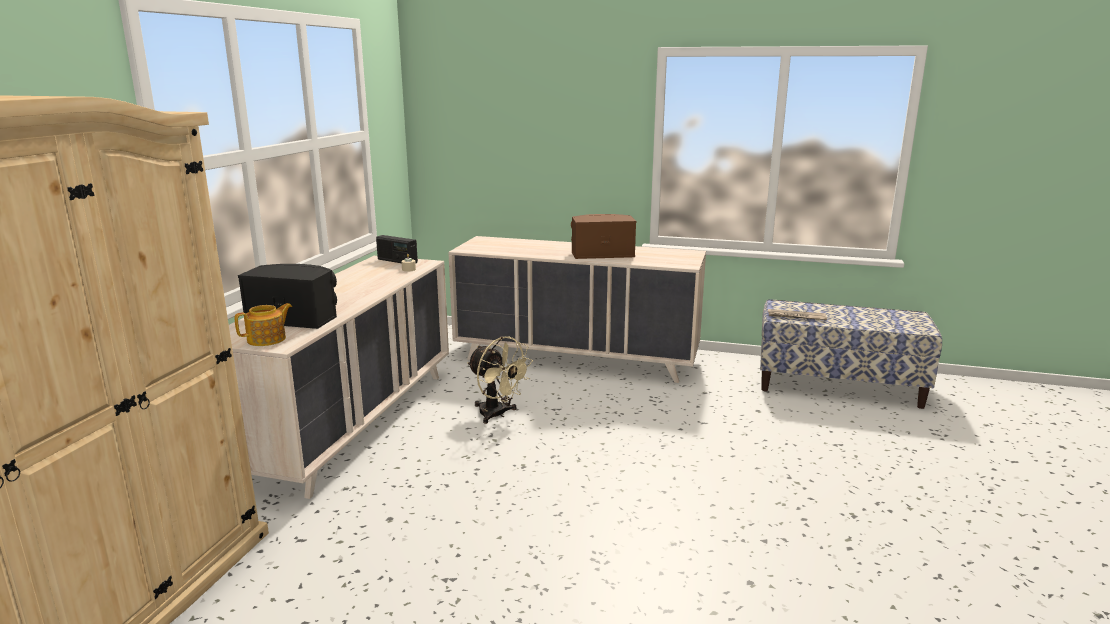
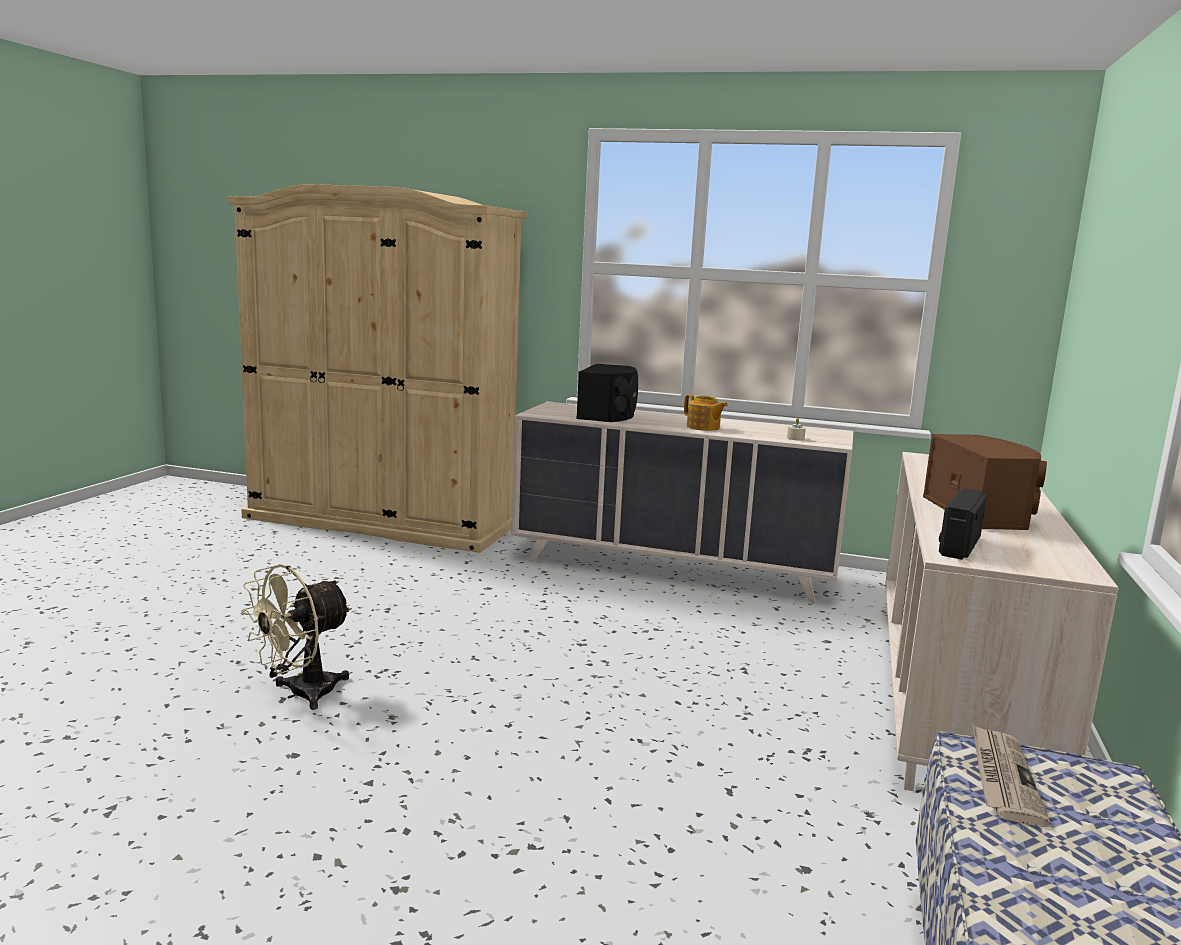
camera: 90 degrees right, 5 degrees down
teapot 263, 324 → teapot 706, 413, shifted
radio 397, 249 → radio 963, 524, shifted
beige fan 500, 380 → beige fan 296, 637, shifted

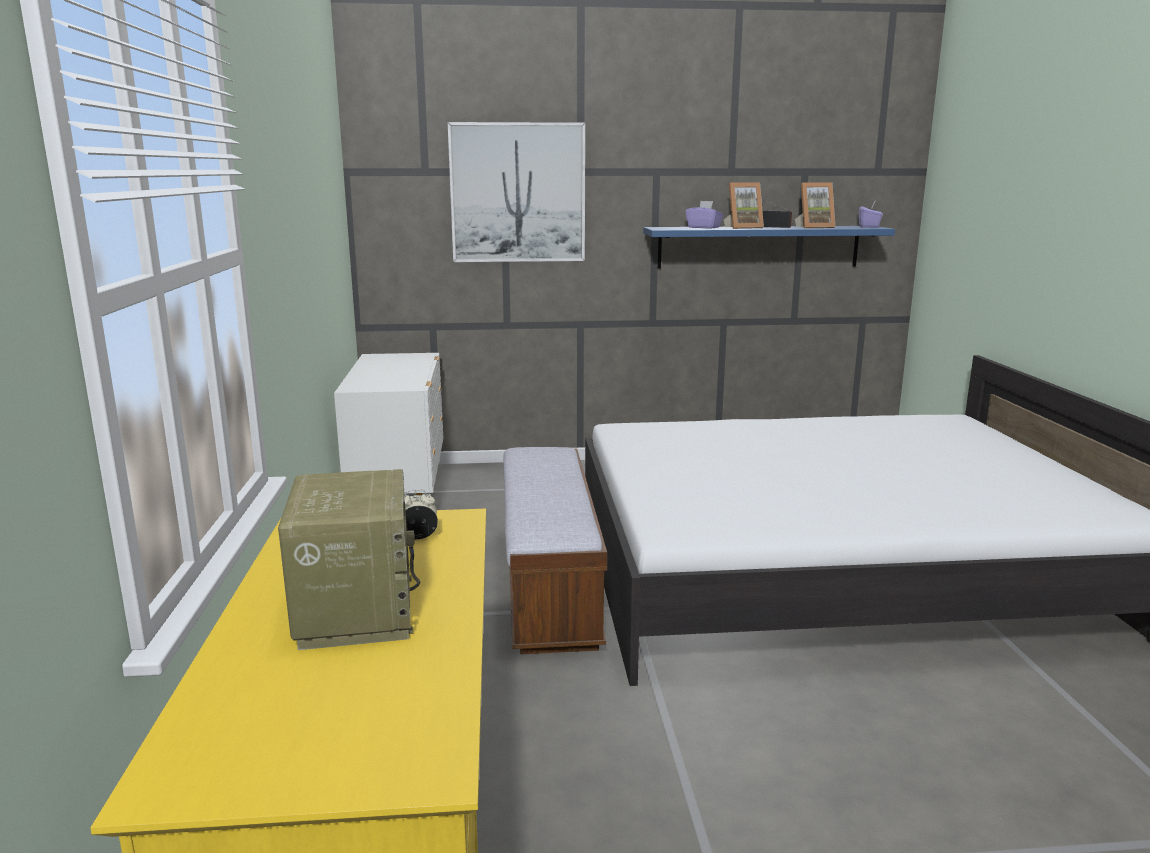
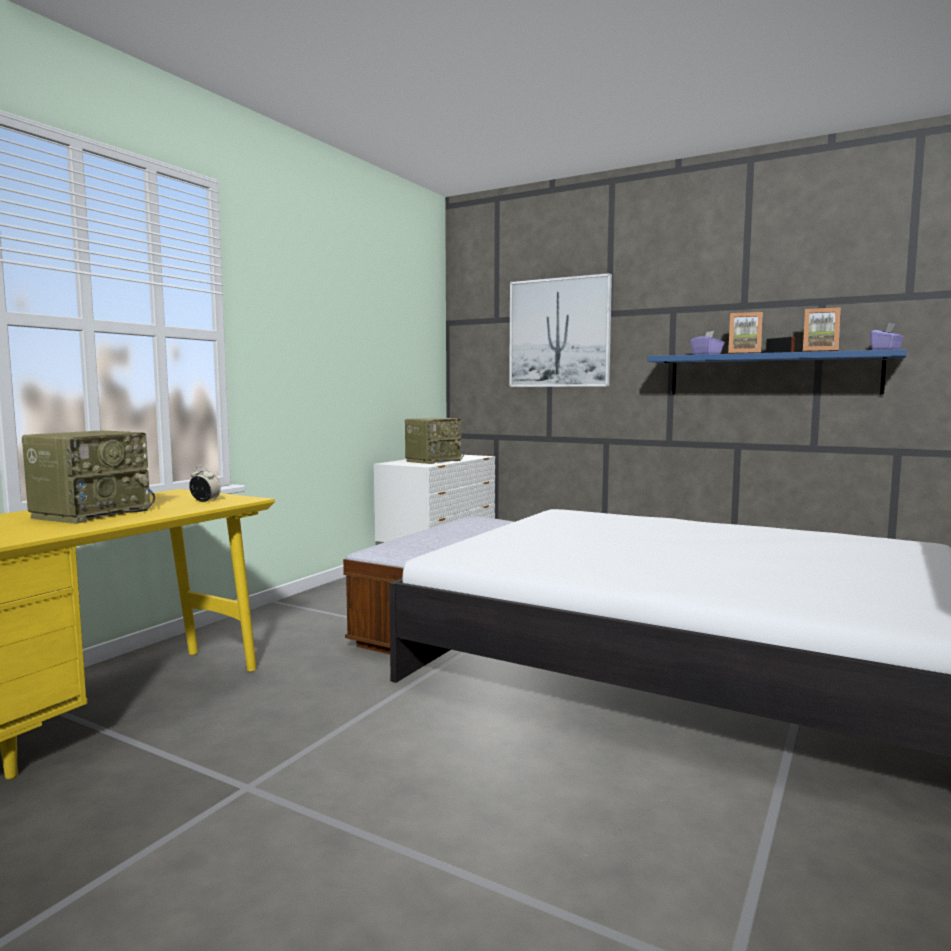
camera: 35 degrees right, 10 degrees down
- → radio 434, 441

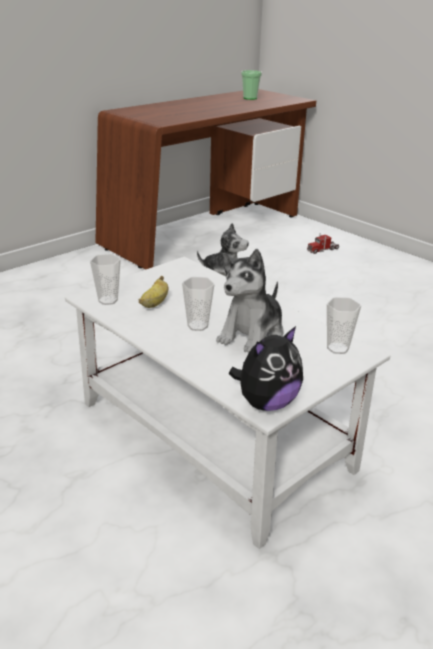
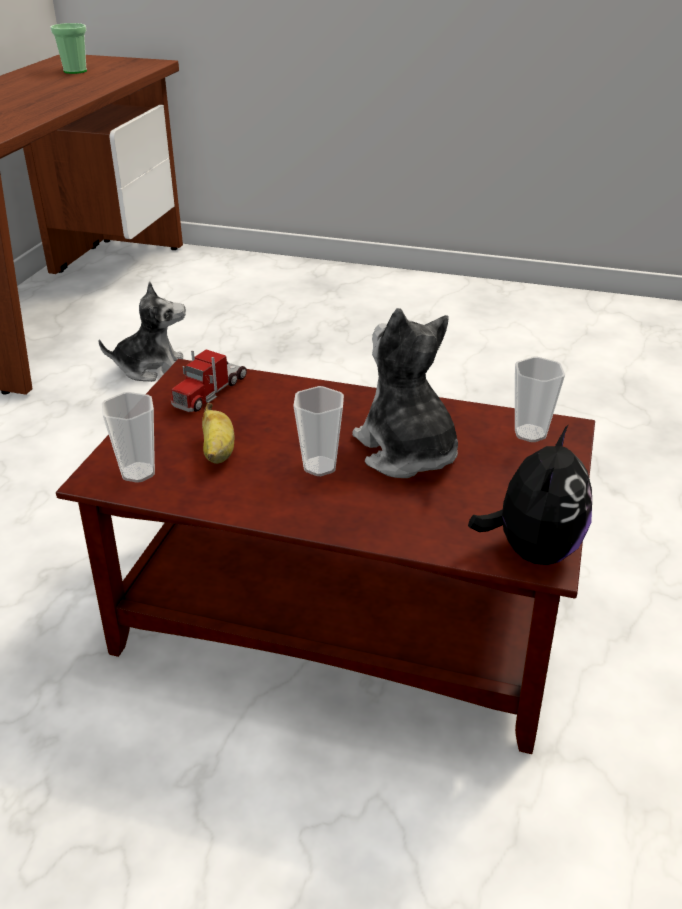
camera: 30 degrees left, 5 degrees up
toy truck 323, 243 → toy truck 209, 381, shifted
white coffee table 227, 403 → brown coffee table 325, 556
plush toy 250, 301 → plush toy 405, 393, 150 degrees clockwise

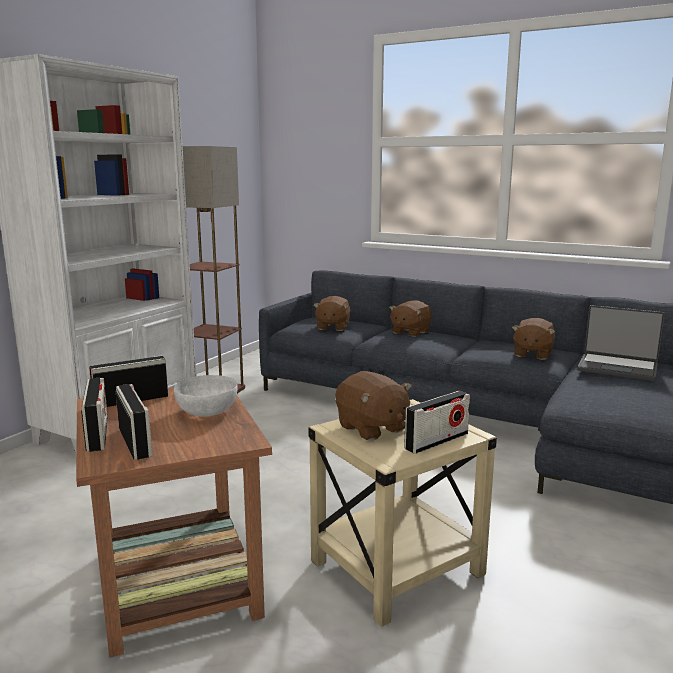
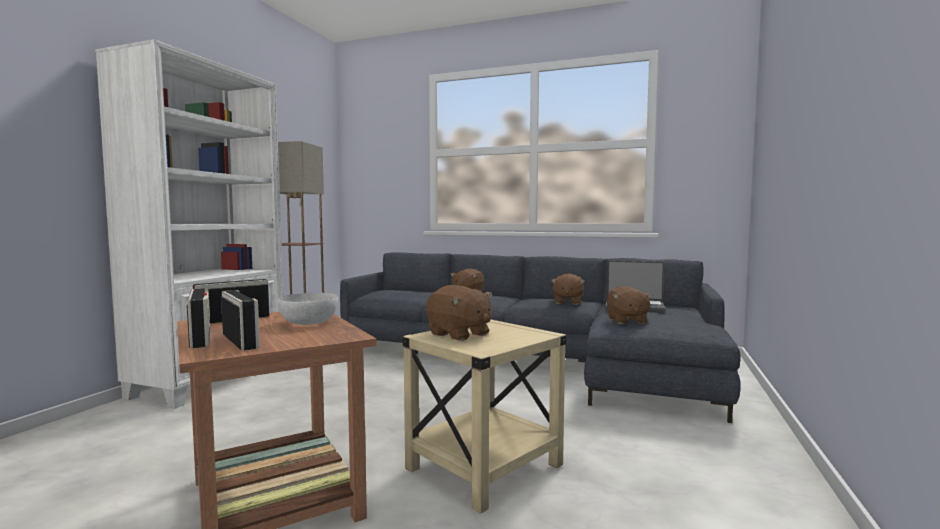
camera: 10 degrees left, 10 degrees down
radio 437, 422 → -
brown plush toy 331, 313 → brown plush toy 630, 305, shifted

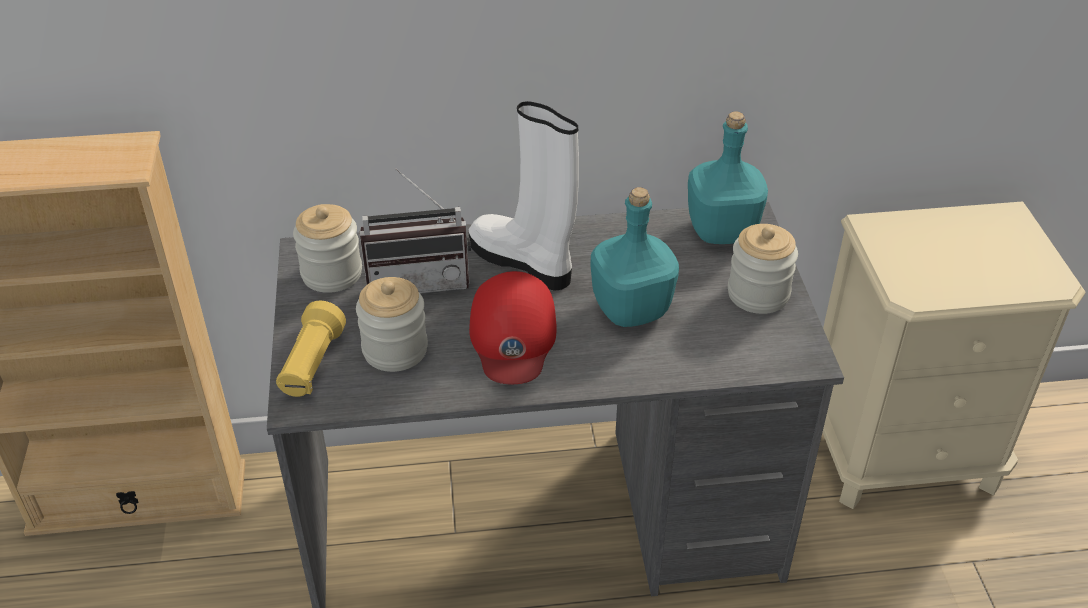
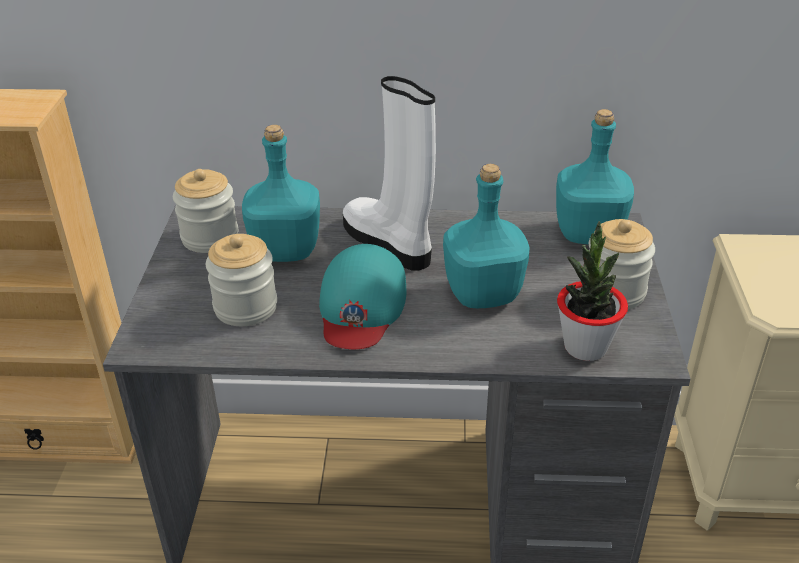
camera: 10 degrees right, 5 degrees down
yellow flashlight 311, 349 → -
- → potted plant 592, 291
radio 415, 231 → turquoise bottle 281, 193
red cap 513, 327 → turquoise cap 362, 296

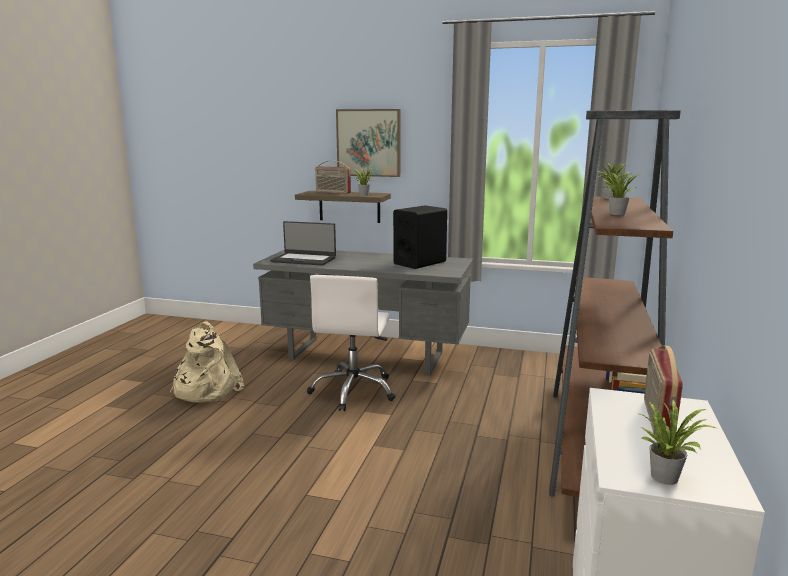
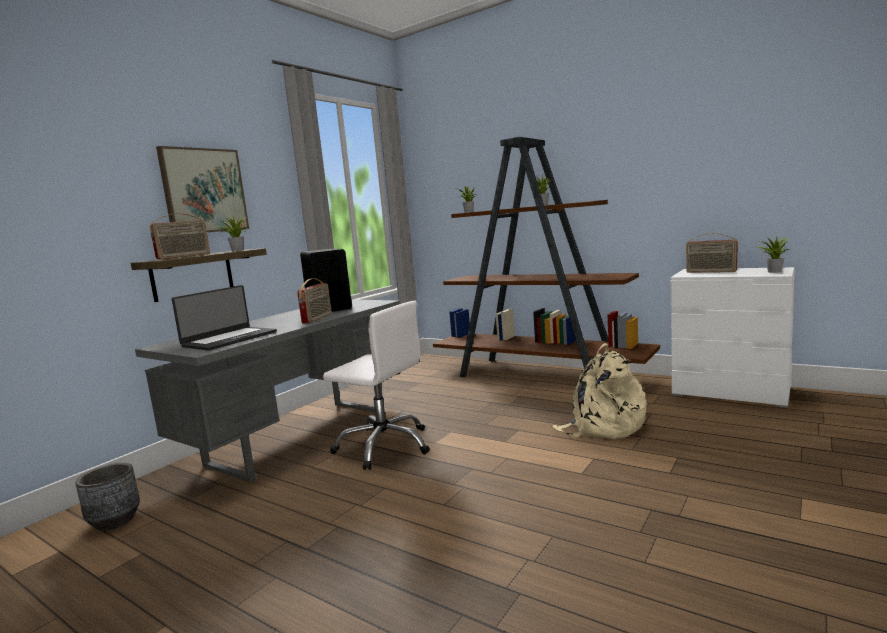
camera: 70 degrees left, 5 degrees down
- → grey planter 107, 497
- → radio 314, 300
beige backpack 207, 362 → beige backpack 599, 391, shifted

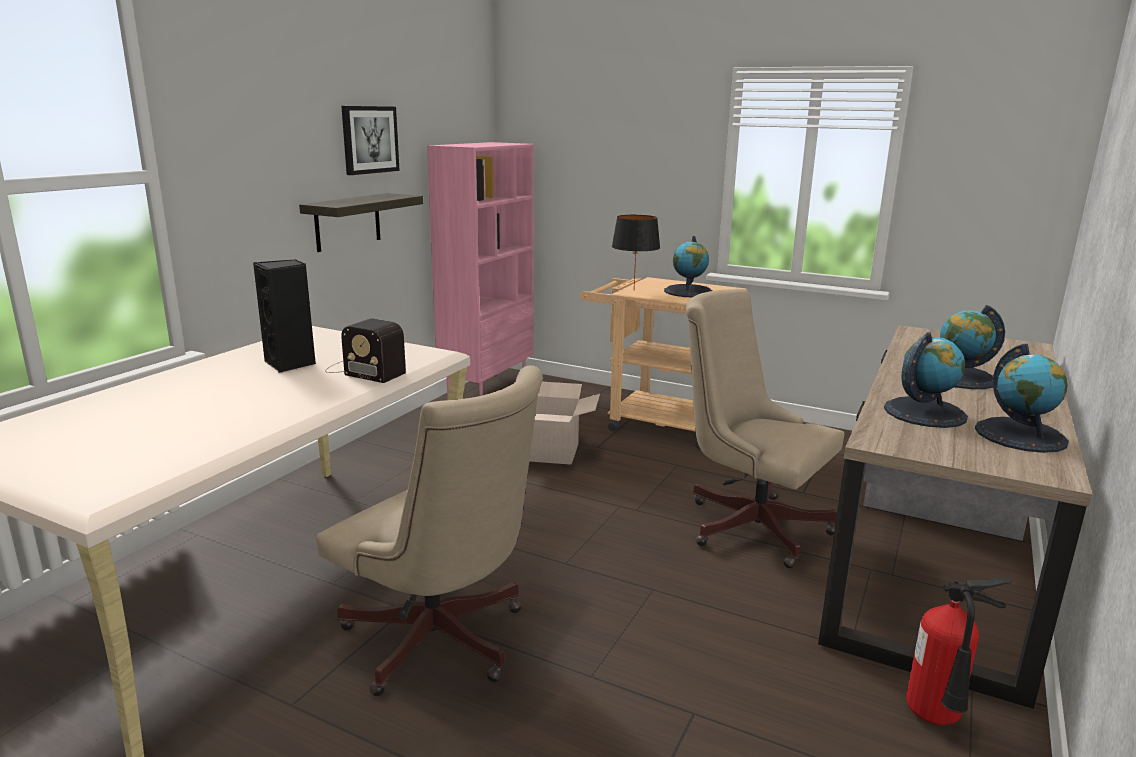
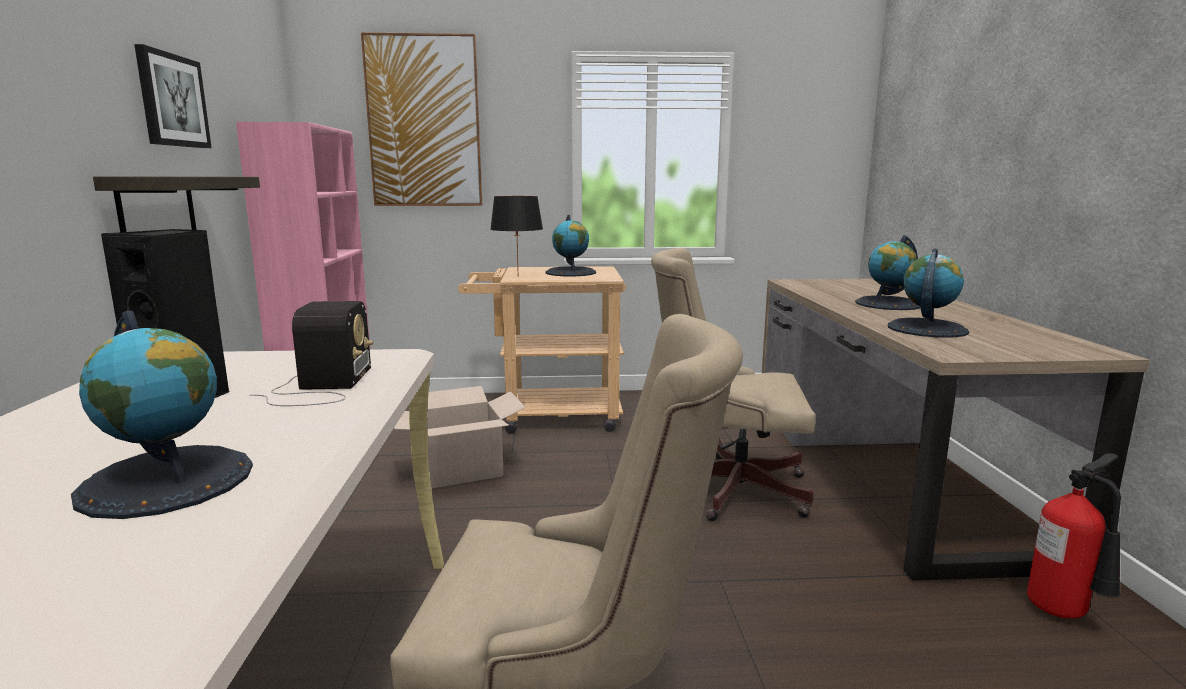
camera: 30 degrees left, 5 degrees down
- → picture 421, 119
globe 1022, 398 → globe 162, 415, shifted
radio 365, 351 → radio 312, 353, 90 degrees counterclockwise

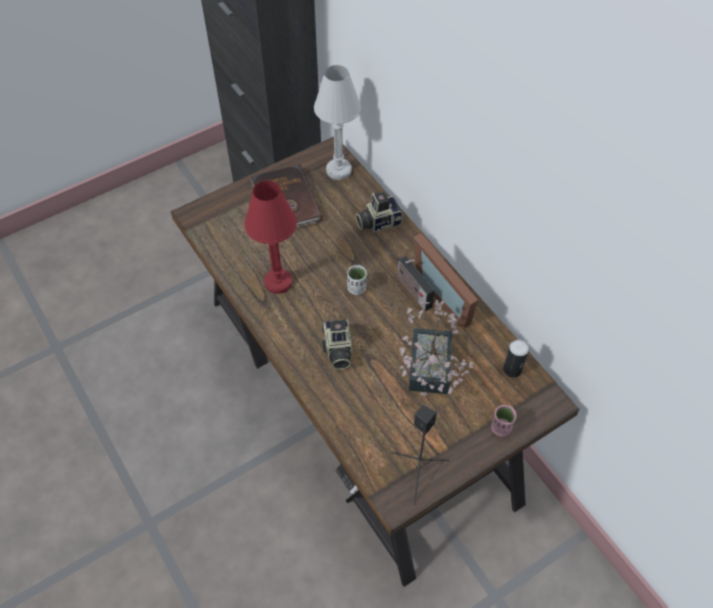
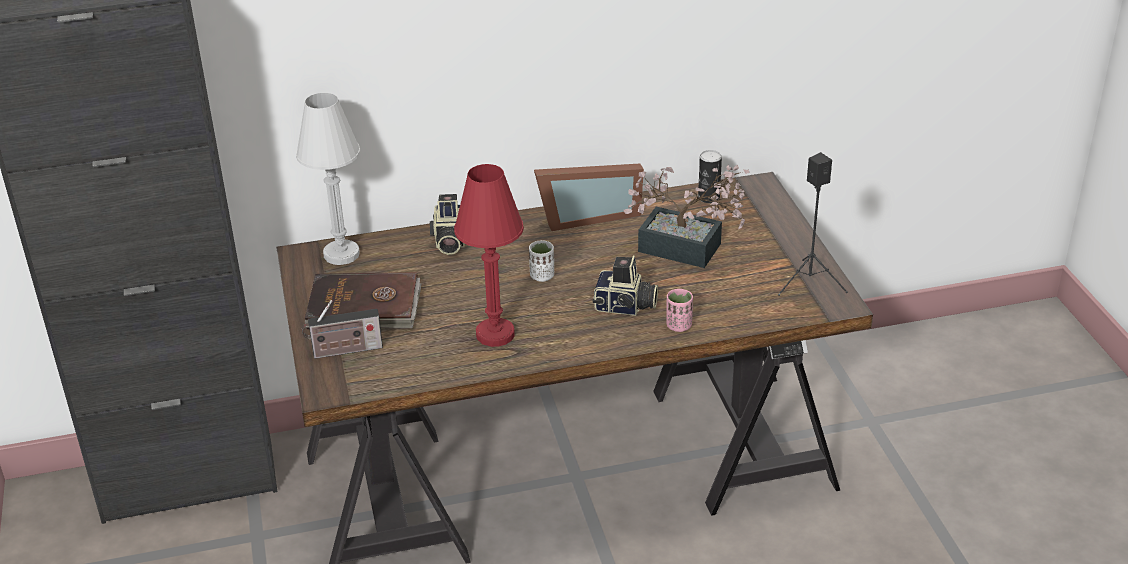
camera: 70 degrees left, 20 degrees down
radio 416, 283 → radio 342, 329, shifted
pink cup 503, 420 → pink cup 679, 310, shifted

